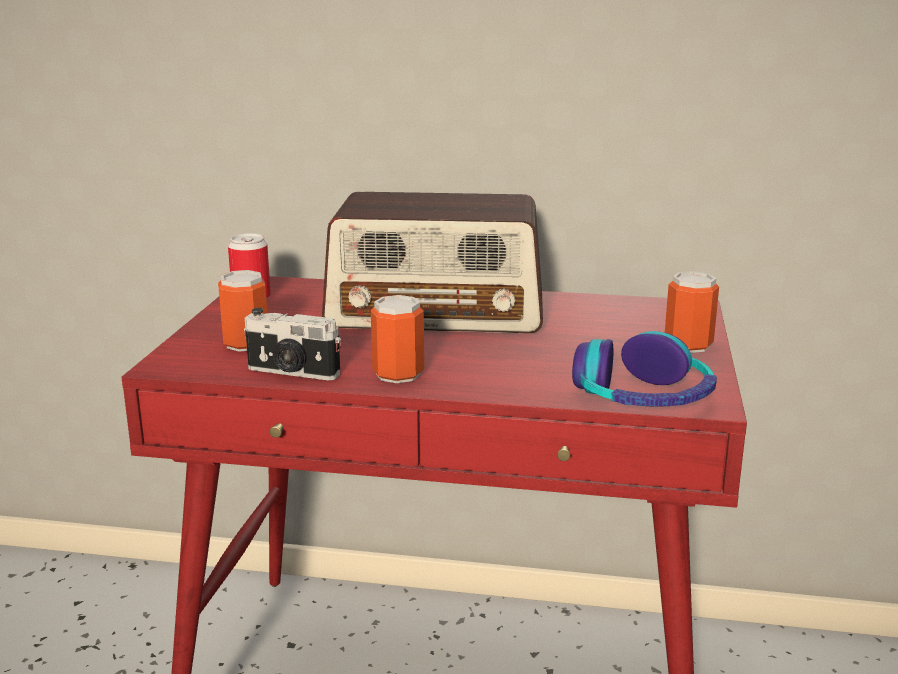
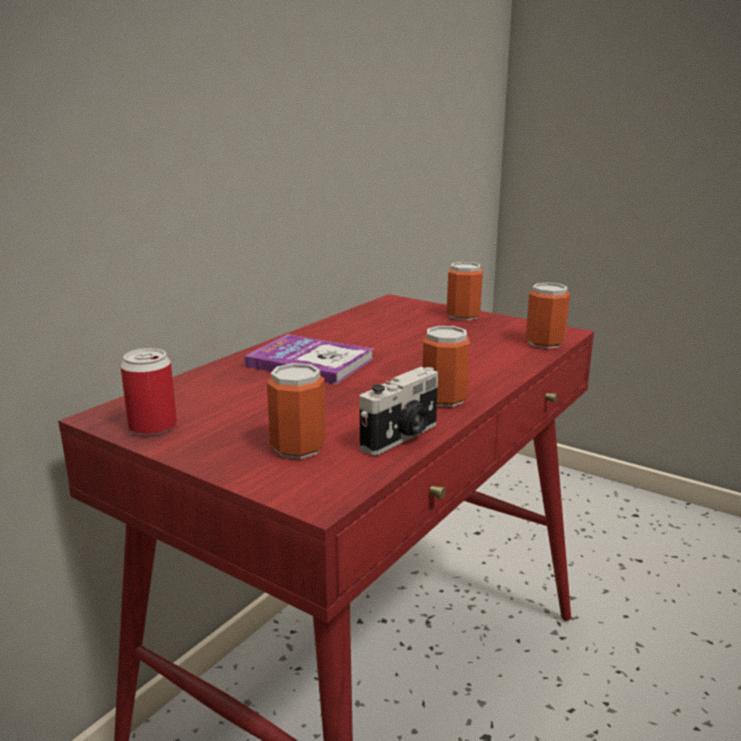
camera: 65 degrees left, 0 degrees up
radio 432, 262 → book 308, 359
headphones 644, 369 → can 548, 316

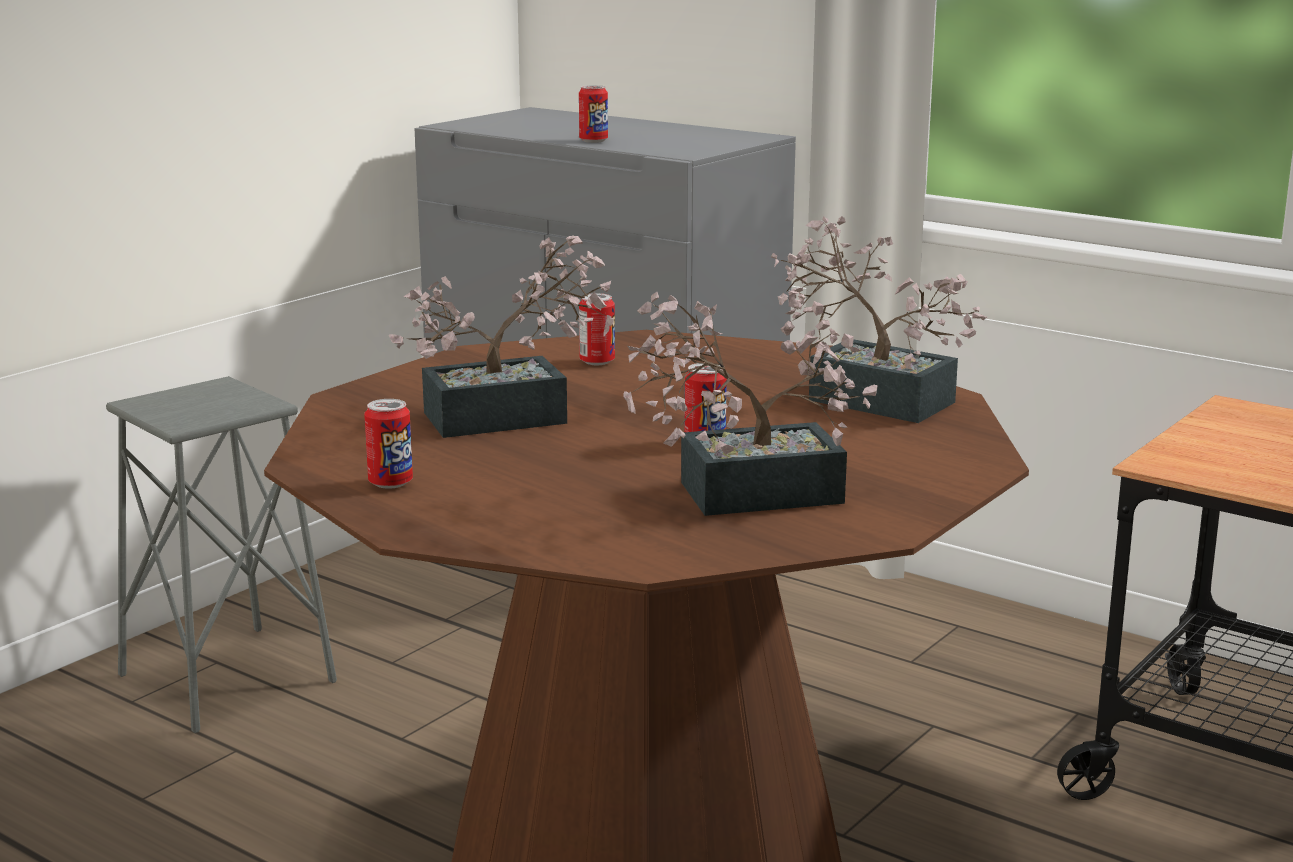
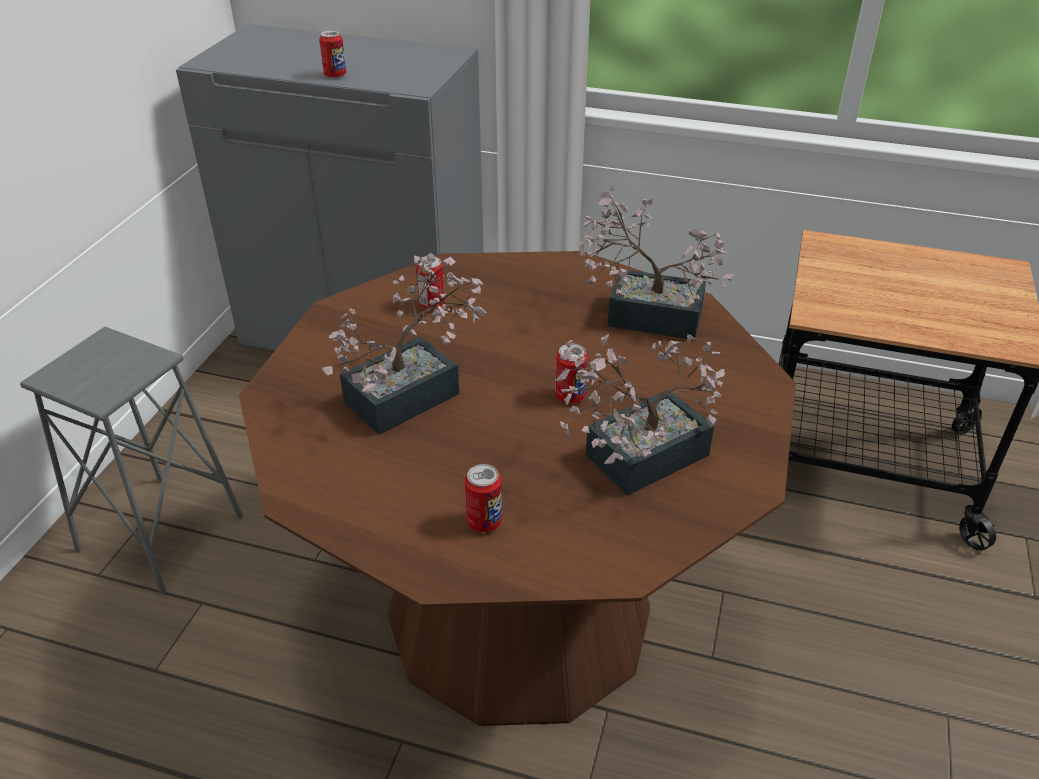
camera: 20 degrees left, 20 degrees up
can 388, 444 → can 483, 498, shifted

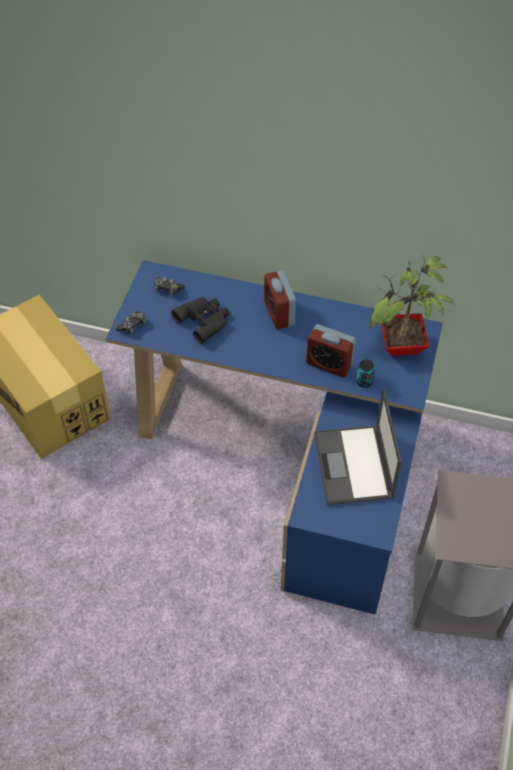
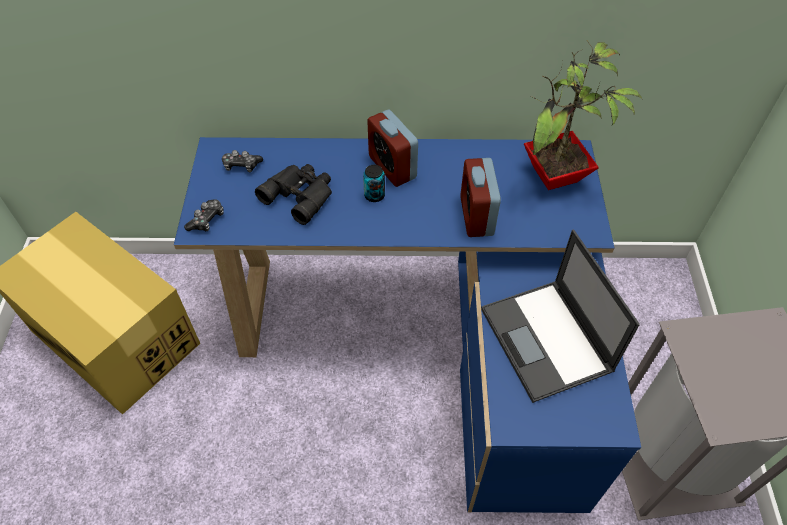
camera: 15 degrees left, 0 degrees up
can 365, 374 → can 374, 183, shifted
alarm clock 331, 350 → alarm clock 480, 197, 75 degrees clockwise

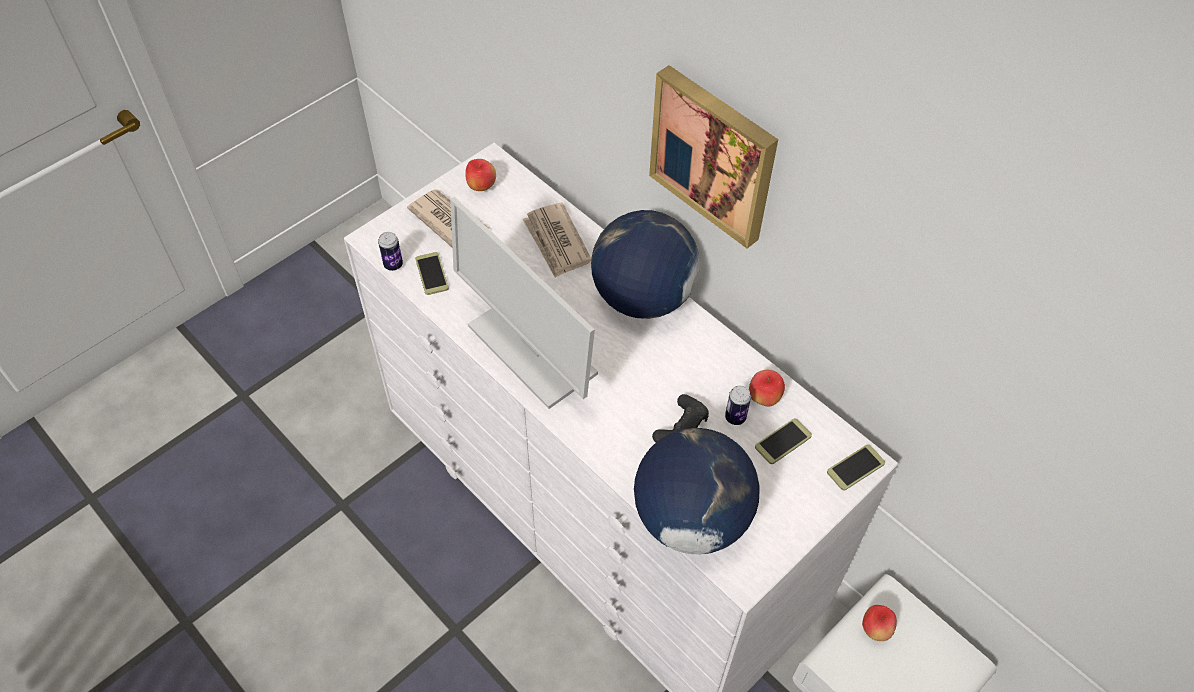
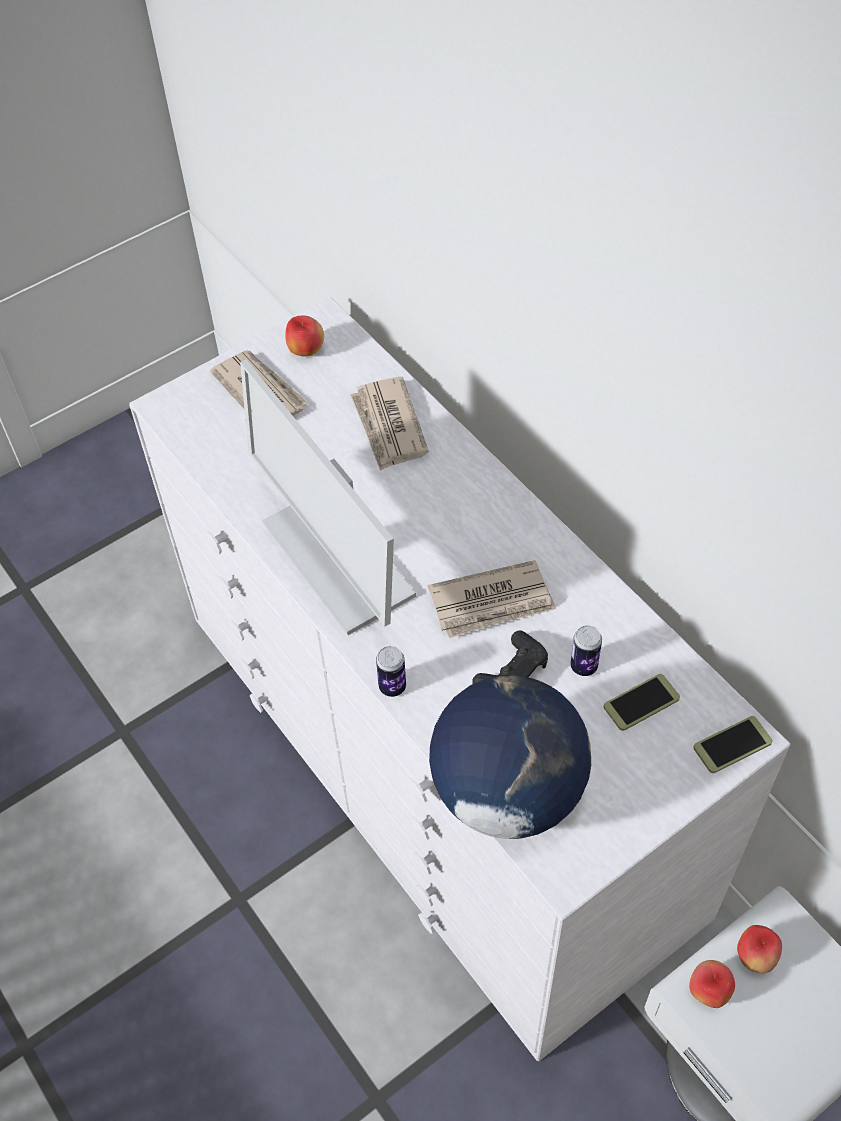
camera: 10 degrees right, 0 degrees up
phone 432, 273 → -
globe 645, 264 → -
picture 713, 156 → -
- → newspaper 492, 599
can 390, 251 → can 391, 671, shifted
apple 767, 388 → apple 712, 984, shifted

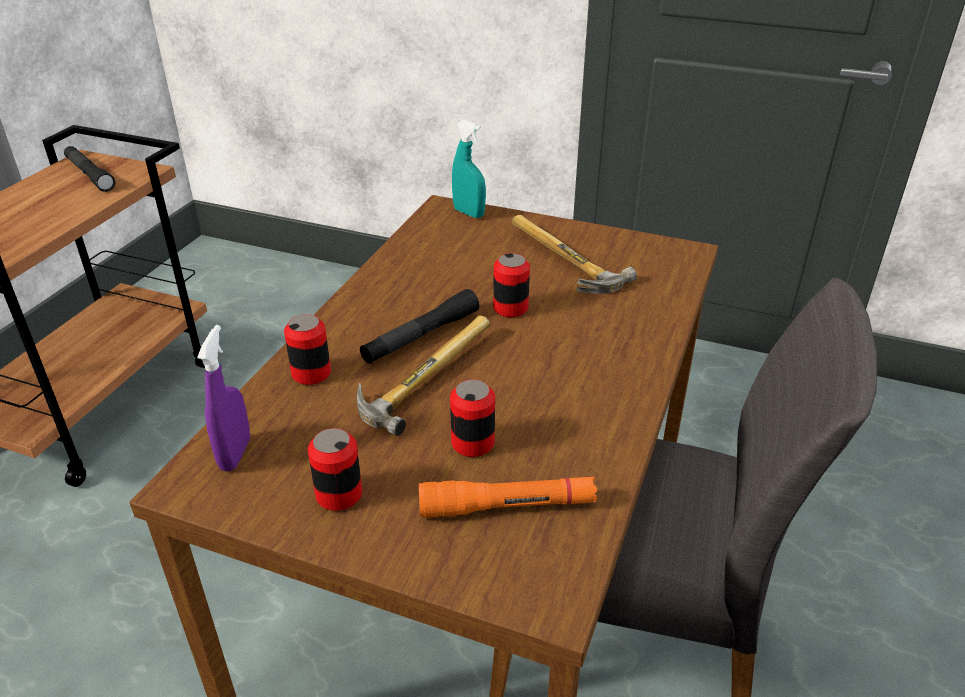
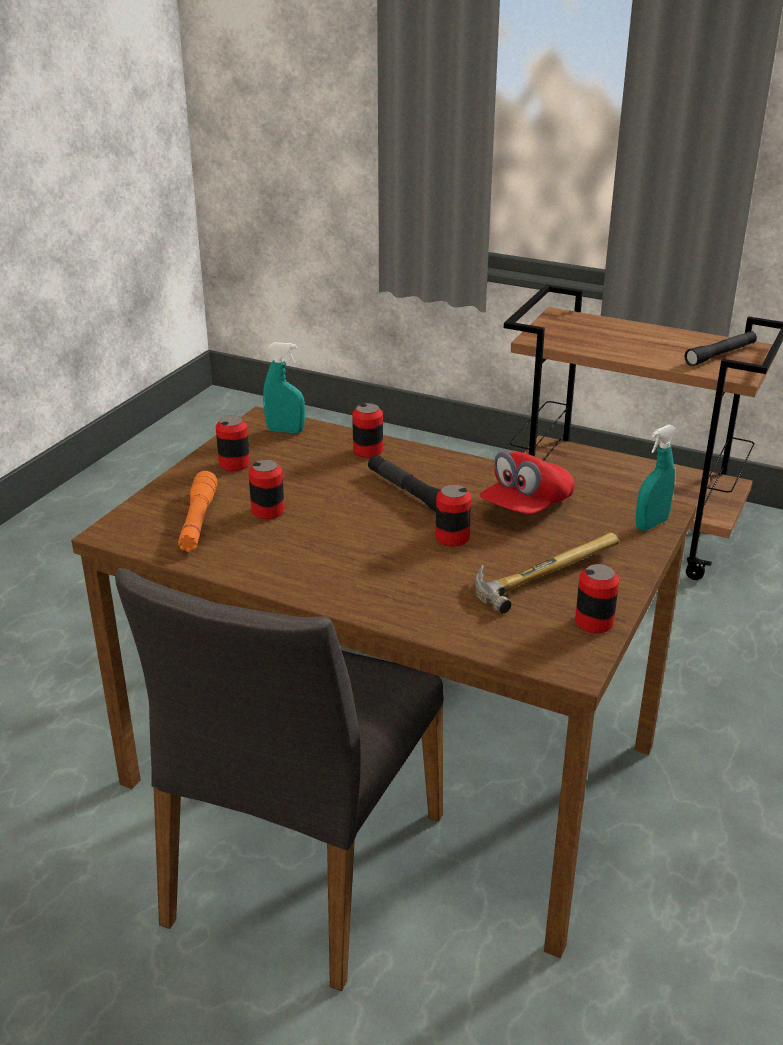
camera: 95 degrees right, 5 degrees down
hammer 423, 375 → -
- → red cap 527, 483
- → can 597, 598
purple spray bottle 223, 398 → turquoise spray bottle 284, 387

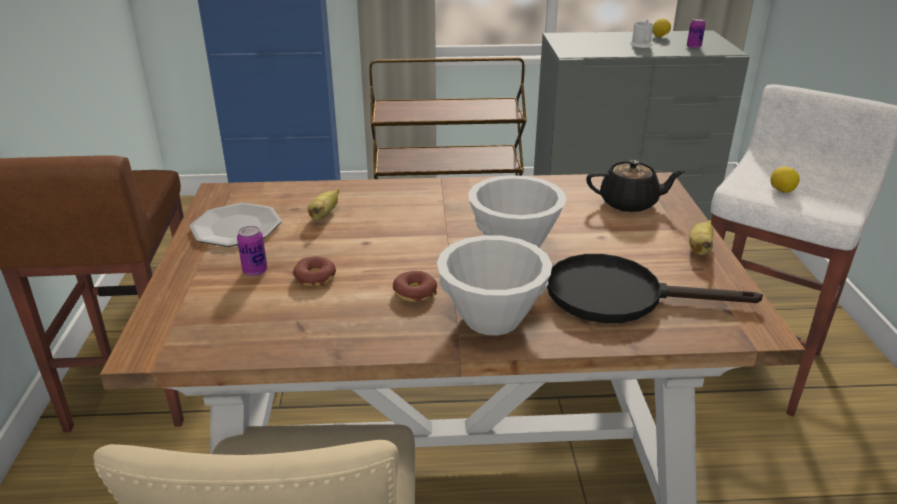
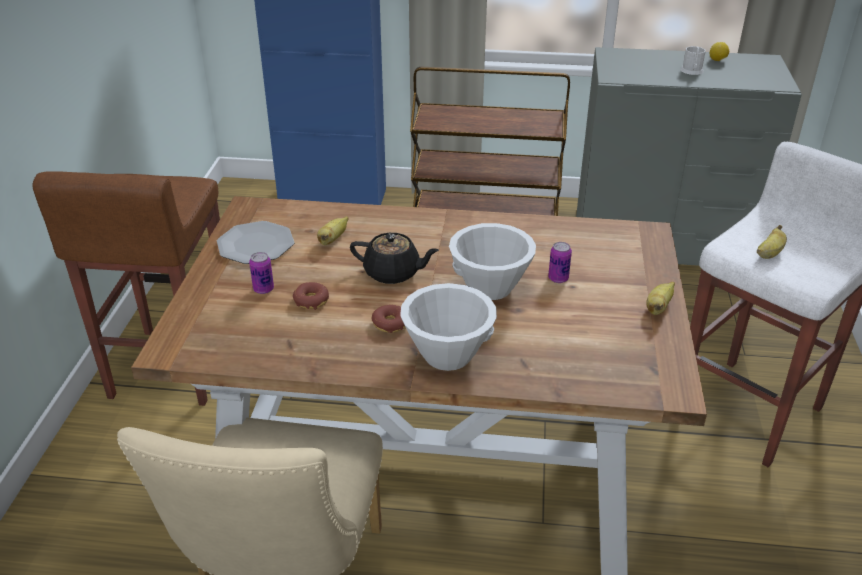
camera: 10 degrees right, 5 degrees up
black frying pan 655, 288 → -
black teapot 635, 186 → black teapot 394, 258, shifted
can 696, 33 → can 560, 262, shifted
lemon 785, 180 → banana 772, 242

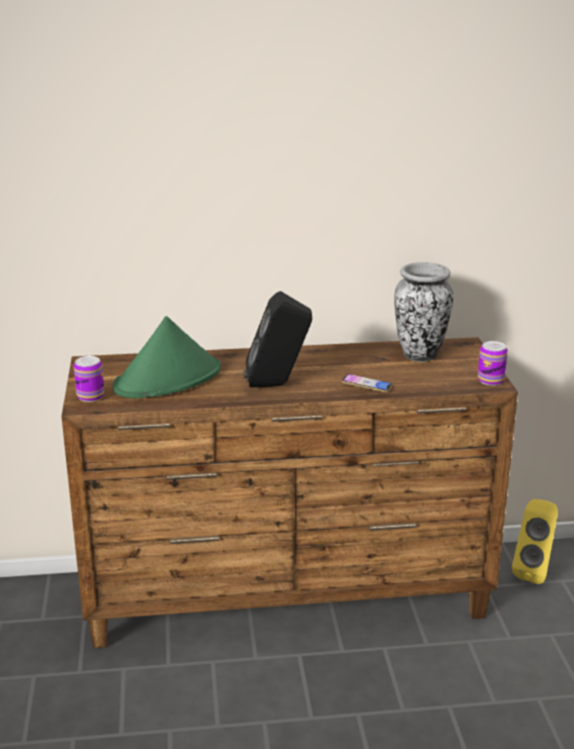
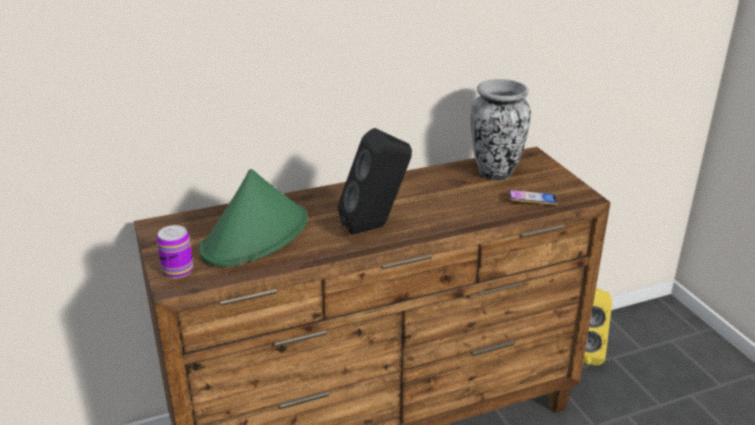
camera: 15 degrees left, 5 degrees up
can 493, 363 → -
phone 367, 383 → phone 533, 197, shifted

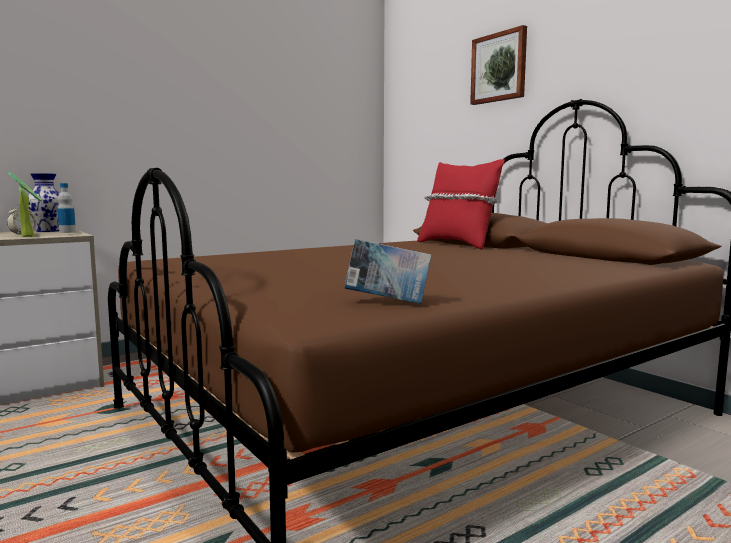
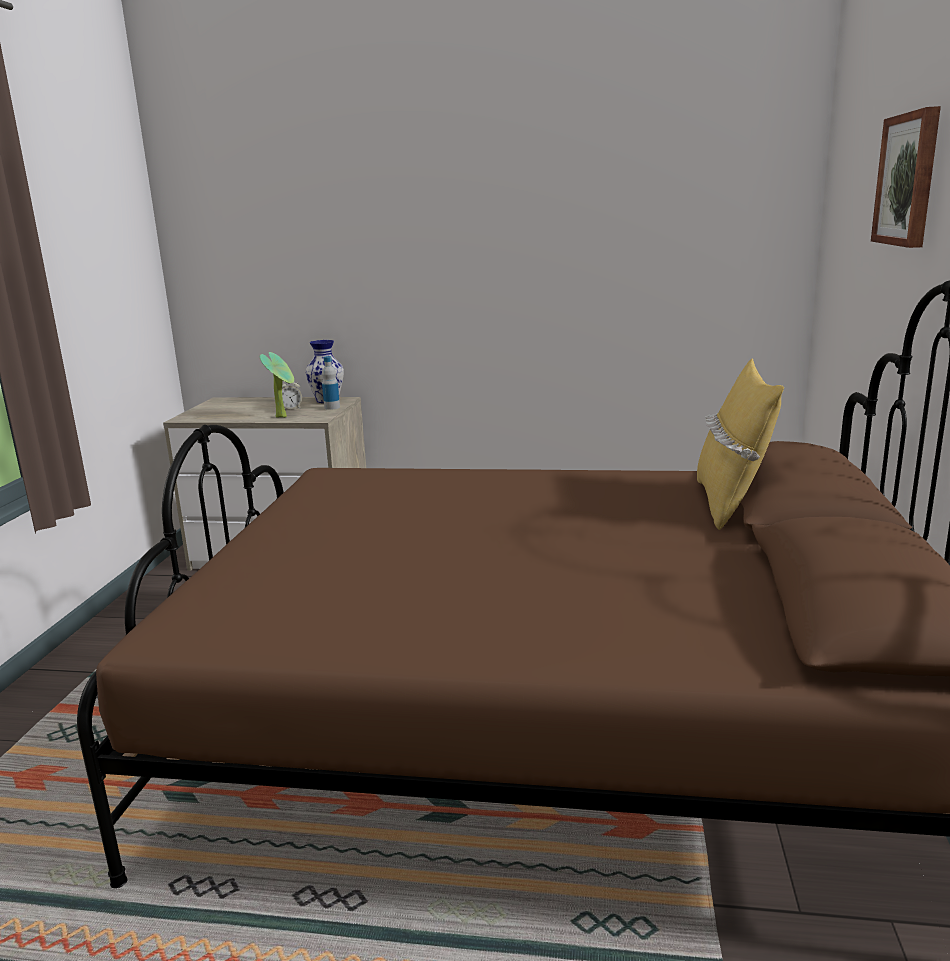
camera: 45 degrees right, 10 degrees up
book 388, 271 → -
red pillow 461, 204 → yellow pillow 740, 444

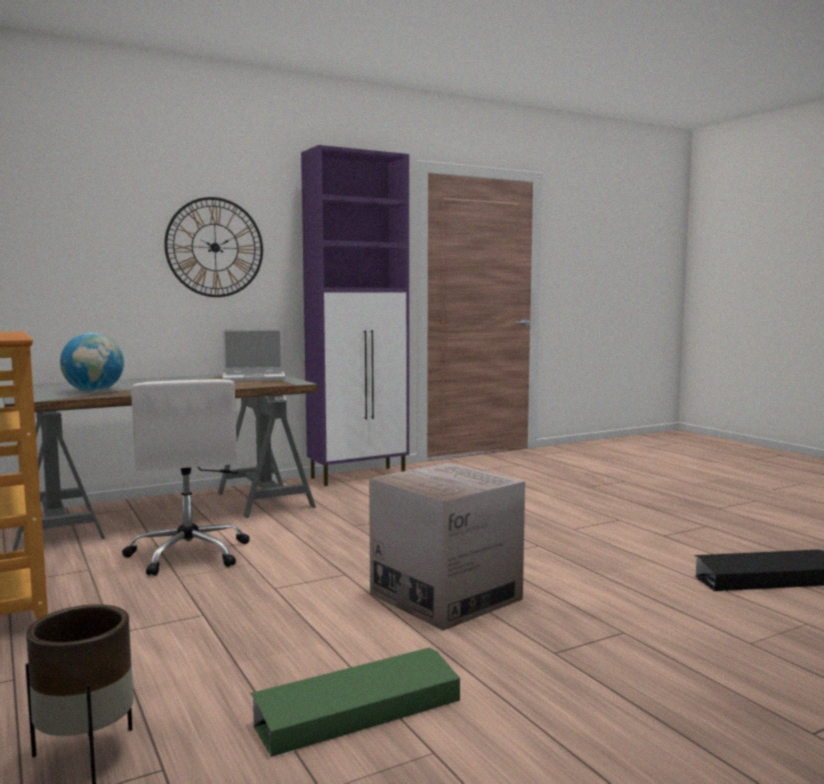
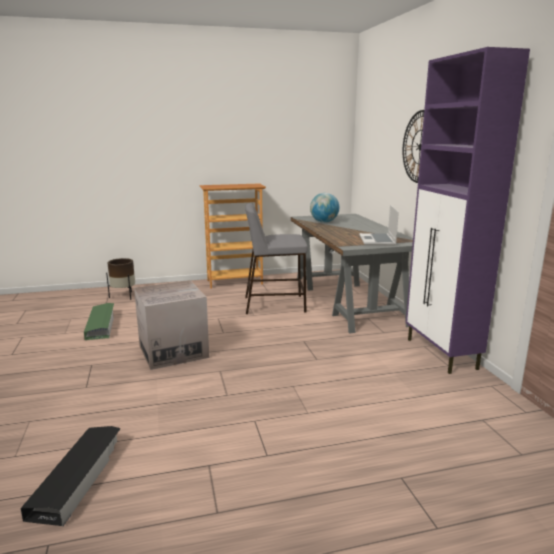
camera: 105 degrees right, 10 degrees up
white office chair 186, 477 → grey stool 276, 258

